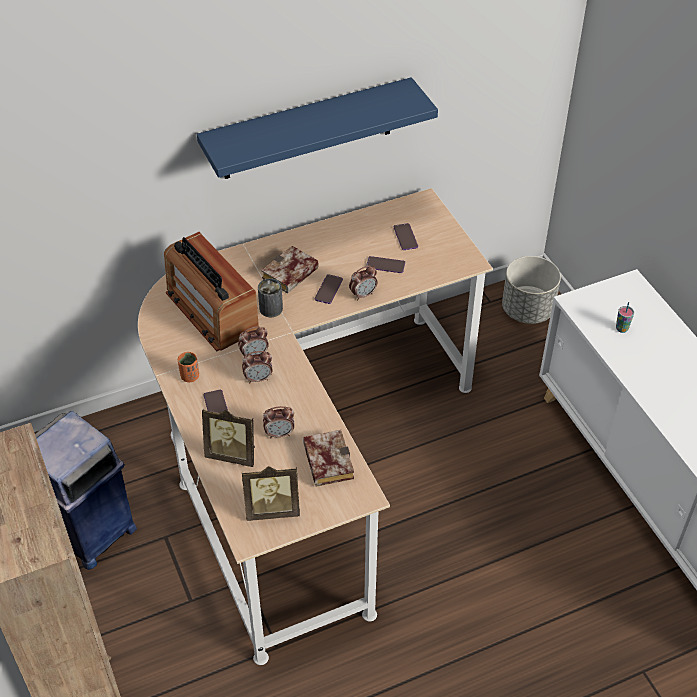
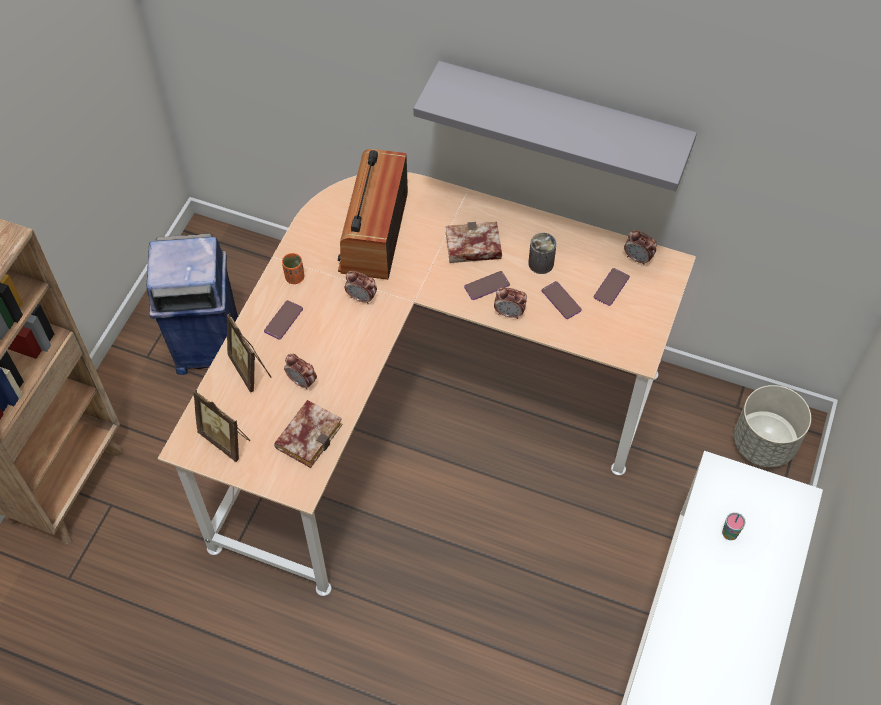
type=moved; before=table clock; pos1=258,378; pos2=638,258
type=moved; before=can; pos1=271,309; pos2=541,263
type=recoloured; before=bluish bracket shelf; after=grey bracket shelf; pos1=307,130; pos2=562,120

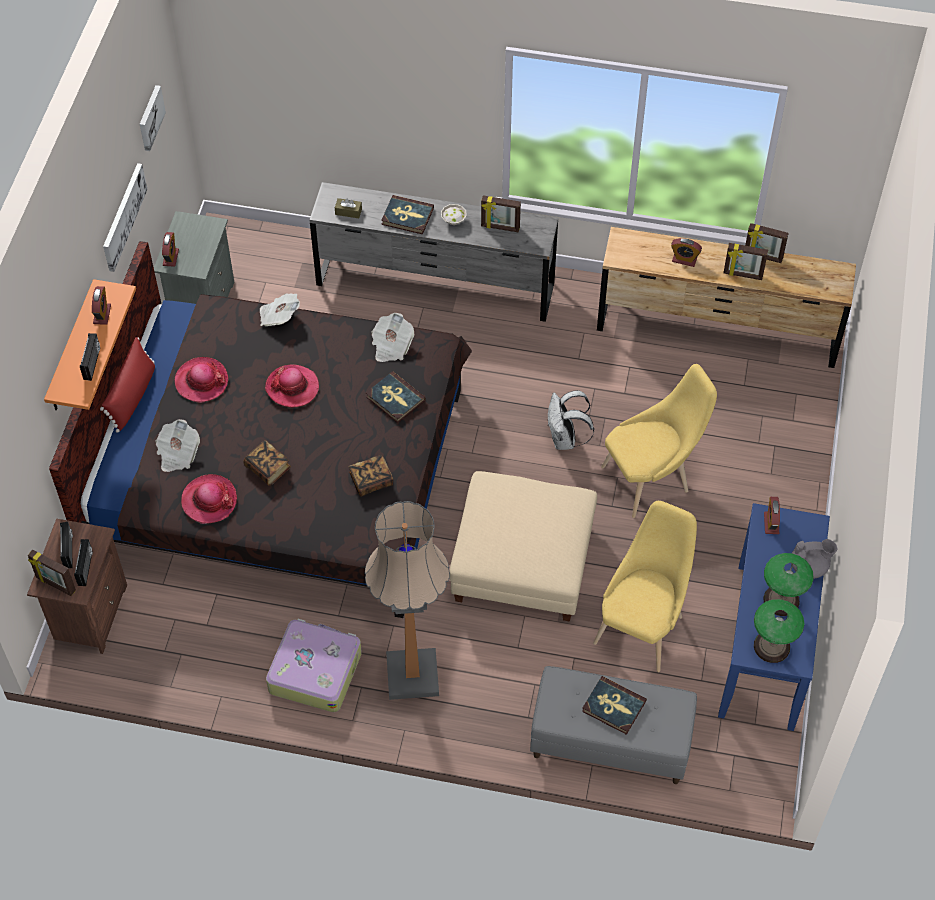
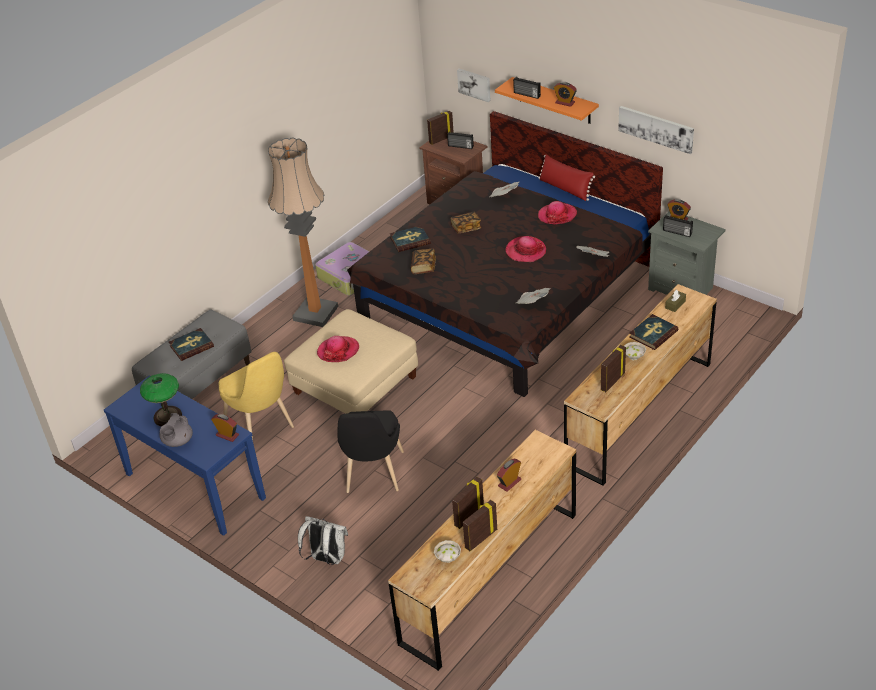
type=removed; before=tabletop lamp; pos1=772,646
type=added; after=white serving bowl; pos2=448,559
type=moved; before=radio receiver; pos1=86,568; pos2=677,232
type=moved; before=wall picture; pos1=150,117; pos2=474,84
type=moved; before=clothing hat; pos1=209,500; pos2=338,351
type=moved; before=bound book; pos1=395,399; pos2=410,240
type=moved; before=white backpack; pos1=565,439; pos2=327,558
type=recoloured; before=grey chest of drawers; after=brown chest of drawers; pos1=435,285; pos2=639,413
type=recoloured; before=yellowish plain chair; after=black-coloured plain chair; pos1=651,478; pos2=373,476

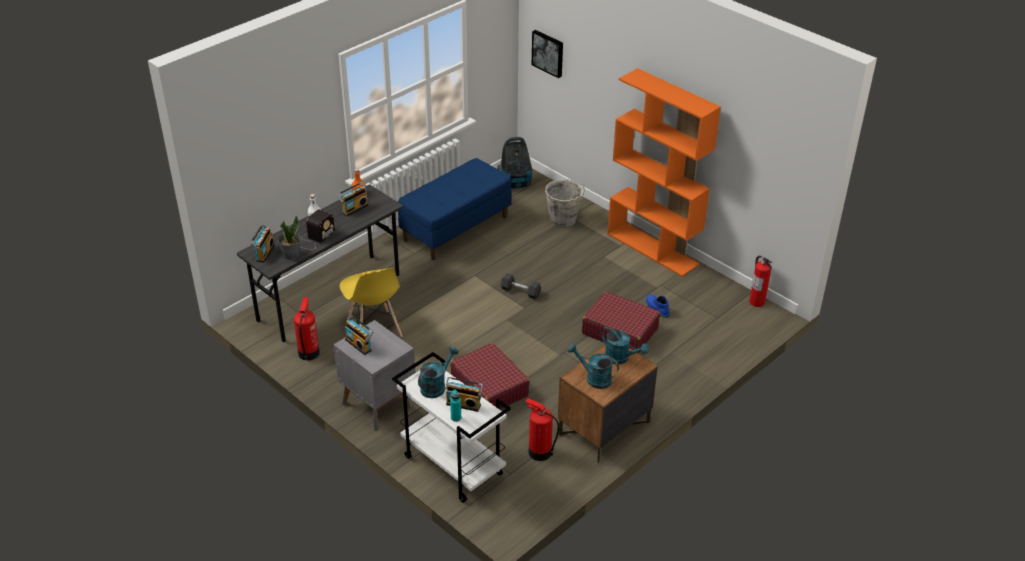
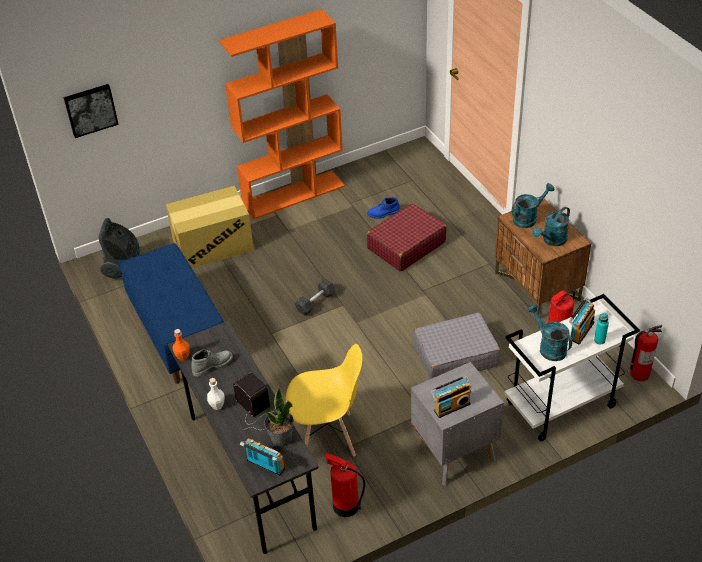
type=moved; before=extinguisher; pos1=756,301; pos2=639,374
type=replaced; before=radio receiver; after=grey boot; pos1=354,208; pos2=212,365
type=replaced; before=grey water bucket; after=carton; pos1=563,220; pos2=212,245
type=recoloured; before=red suitcase; after=grey suitcase; pos1=489,387; pos2=455,356

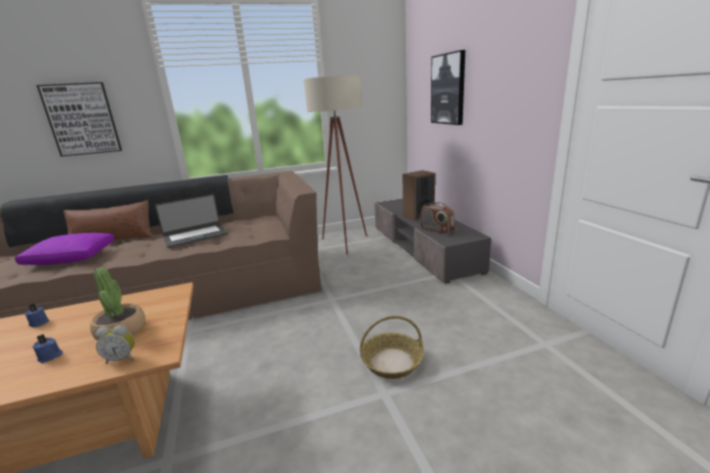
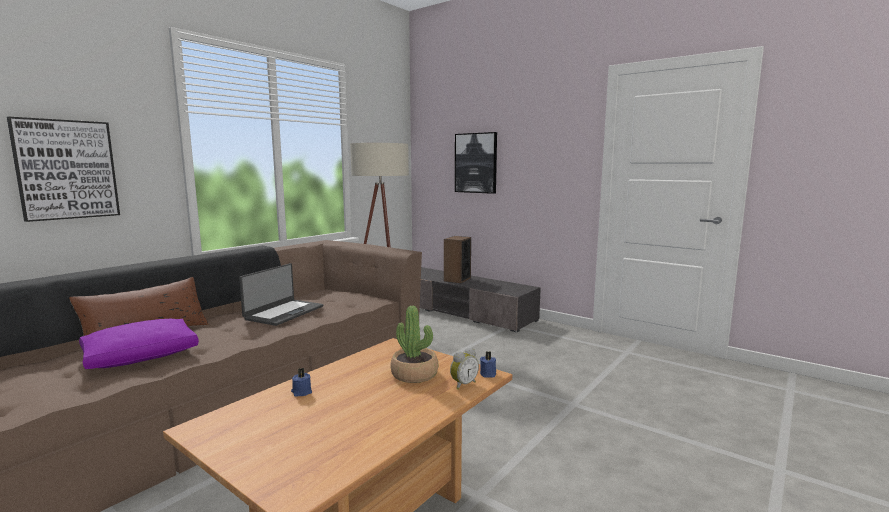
type=removed; before=storage basket; pos1=392,362
type=removed; before=radio receiver; pos1=436,230
type=moved; before=bluish candle; pos1=50,356; pos2=488,373

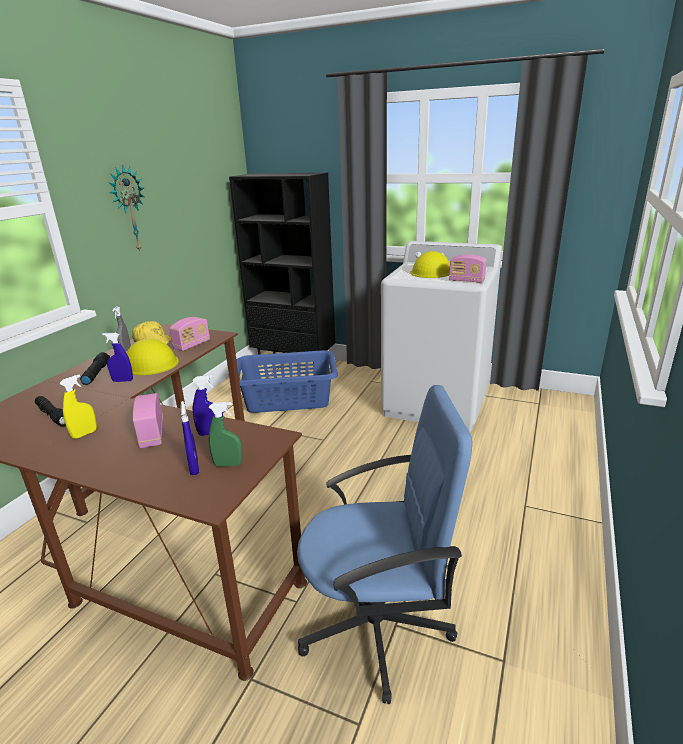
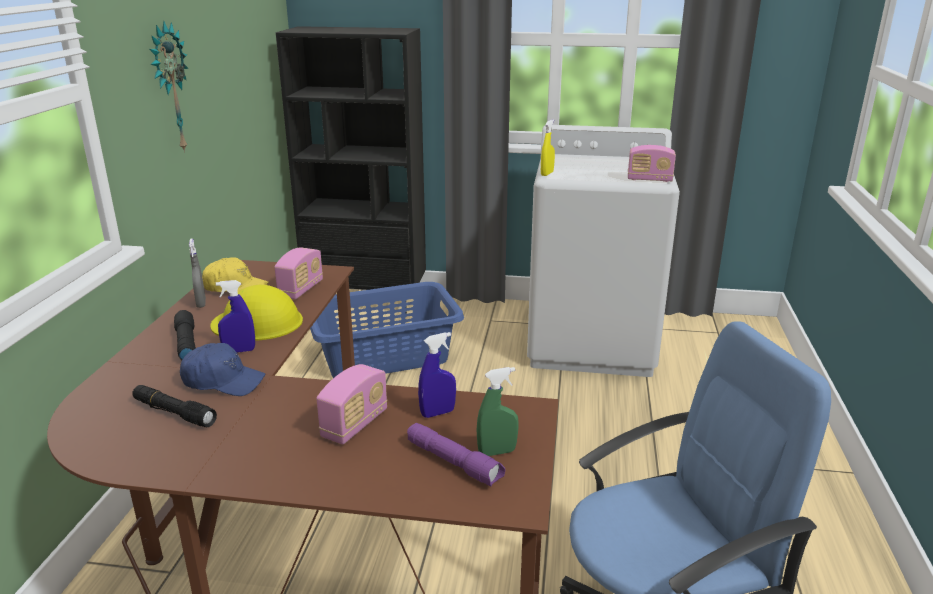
type=removed; before=yellowish work helmet; pos1=432,272
type=added; after=bluish cap; pos2=223,381
type=moved; before=yellowish hand sprayer; pos1=84,434; pos2=547,174
type=replaced; before=bluish hand sprayer; after=purple-coloured torch; pos1=194,468; pos2=455,462
type=turned; before=radio receiver; pos1=152,435; pos2=355,424; turn=-120

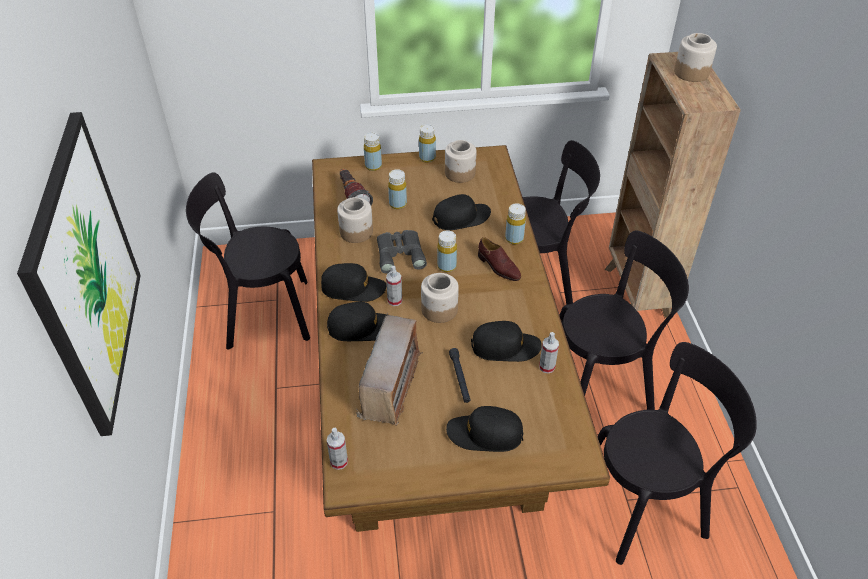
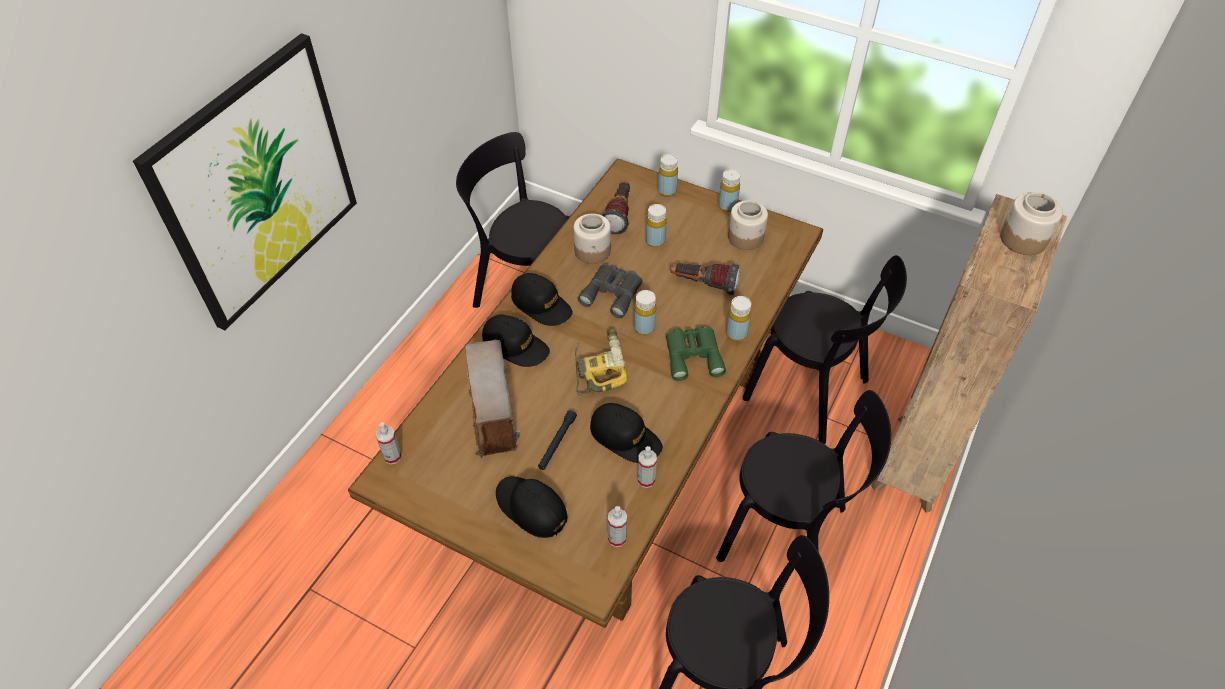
type=moved; before=hand sprayer; pos1=394,300; pos2=617,538
type=replaced; before=storage jar; after=drill; pos1=439,309; pos2=598,366
type=replaced; before=black-coloured cap; after=torch; pos1=461,218; pos2=703,285
type=replaced; before=brown low shoe; after=green field glasses; pos1=498,267; pos2=693,355
type=turned; before=radio receiver; pos1=391,384; pos2=493,413; turn=120

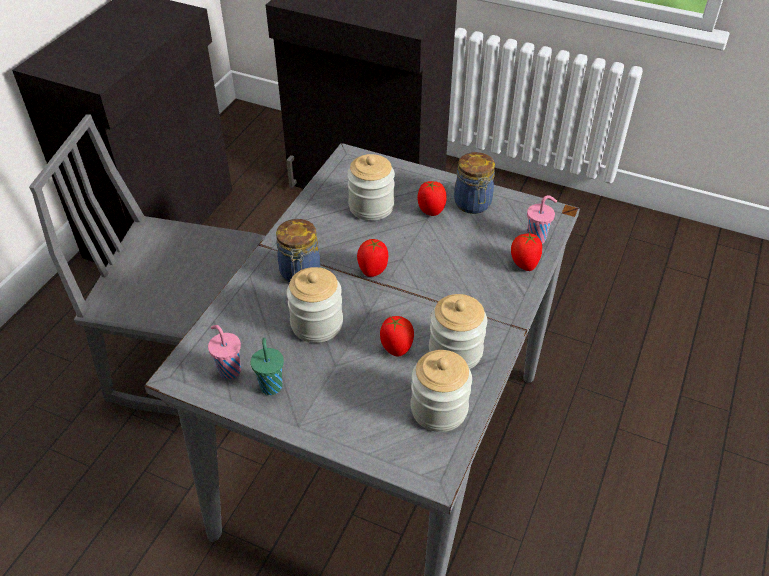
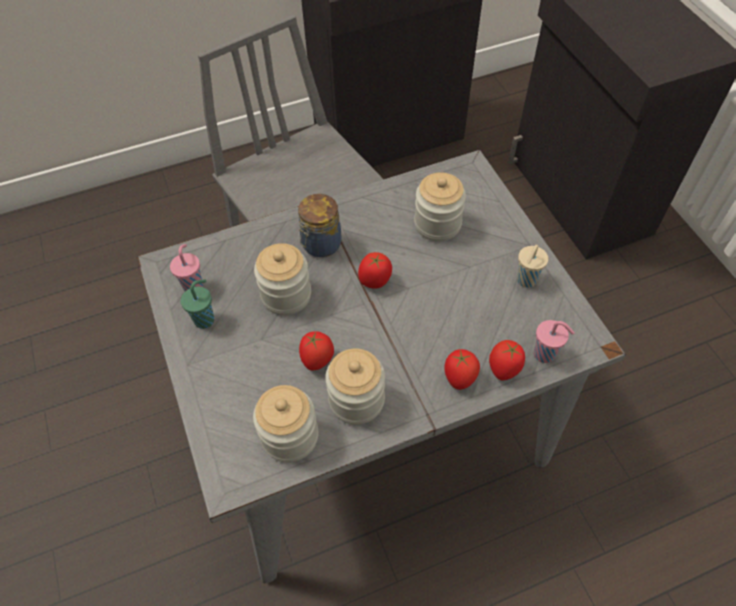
type=moved; before=fresh tomato; pos1=431,210; pos2=459,378
type=replaced; before=storage jar; after=sand-coloured small cup; pos1=473,204; pos2=525,281

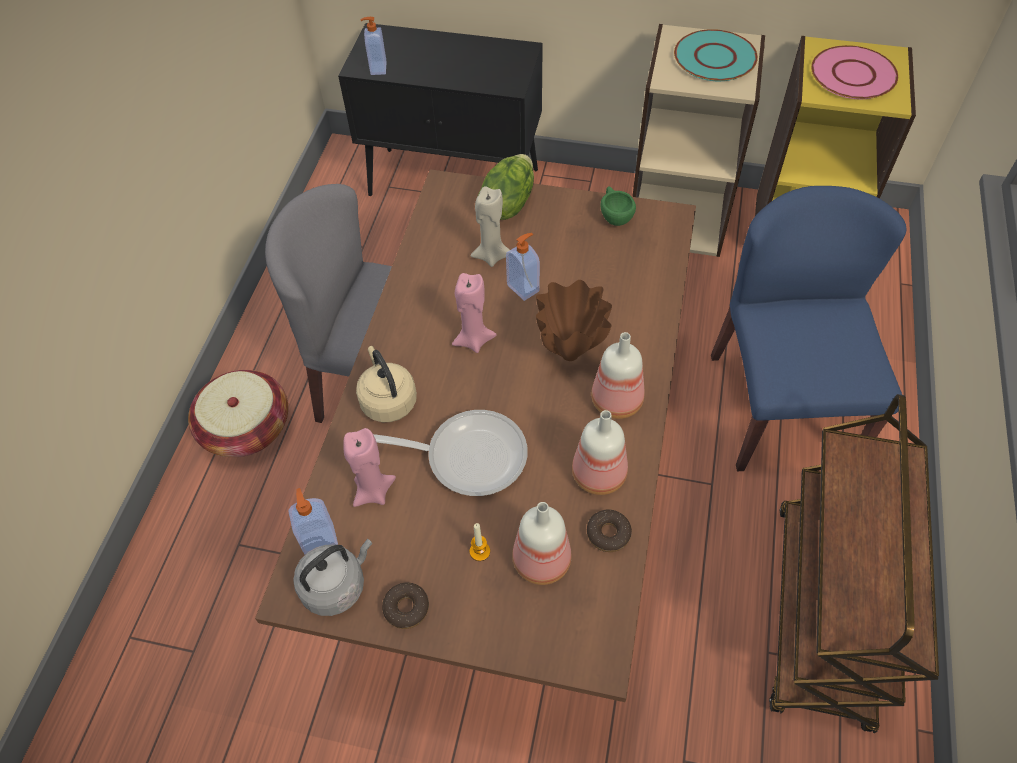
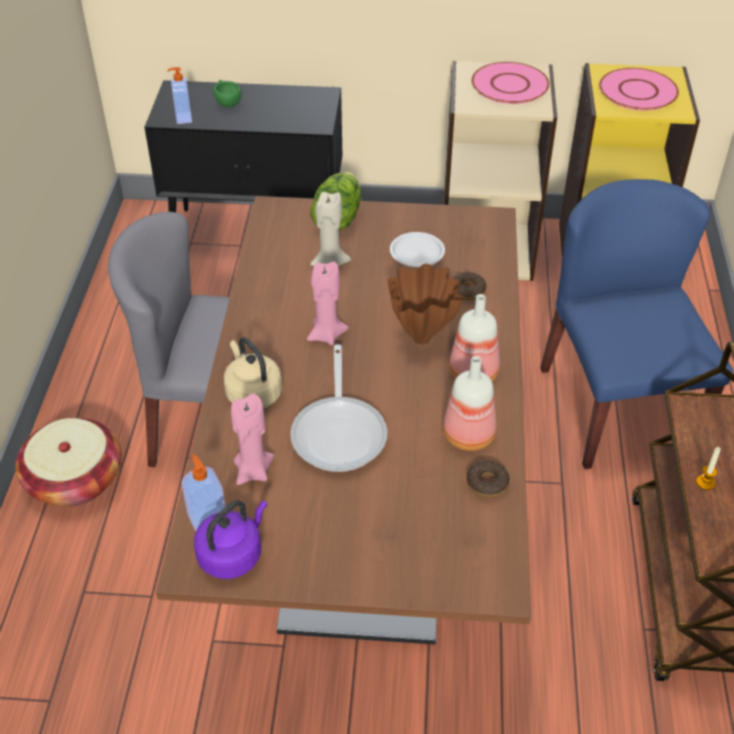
type=removed; before=soap dispenser; pos1=524,287
type=removed; before=drink bottle; pos1=543,562
type=added; after=white plate; pos2=416,253
type=moved; before=doughnut; pos1=406,608; pos2=467,290
type=moved; before=candle; pos1=480,551; pos2=705,482
type=moved; before=green small cup; pos1=614,215; pos2=227,102
type=recoloured; before=grey water kettle; after=purple-coloured water kettle; pos1=336,585; pos2=232,554
type=recoloured; before=turquoise-coloured plate; after=pinkish plate; pos1=715,58; pos2=510,85
type=turned; before=skillet; pos1=467,455; pos2=340,432; turn=90

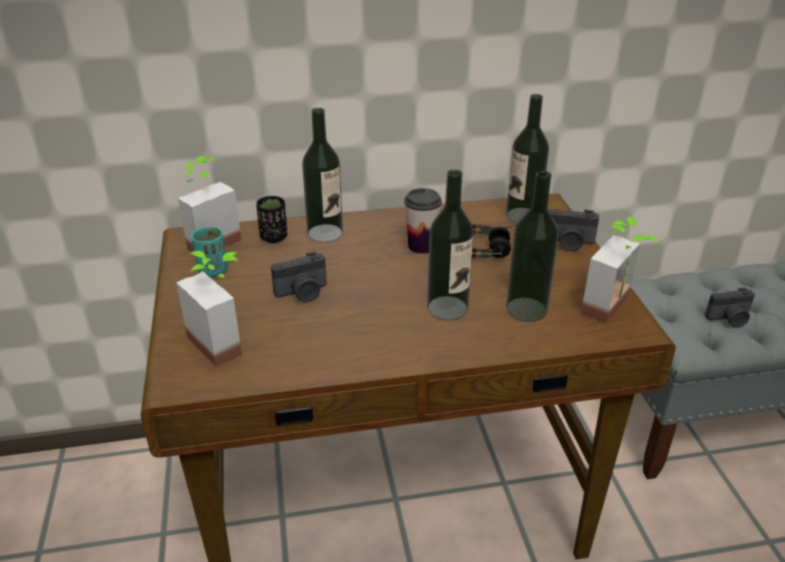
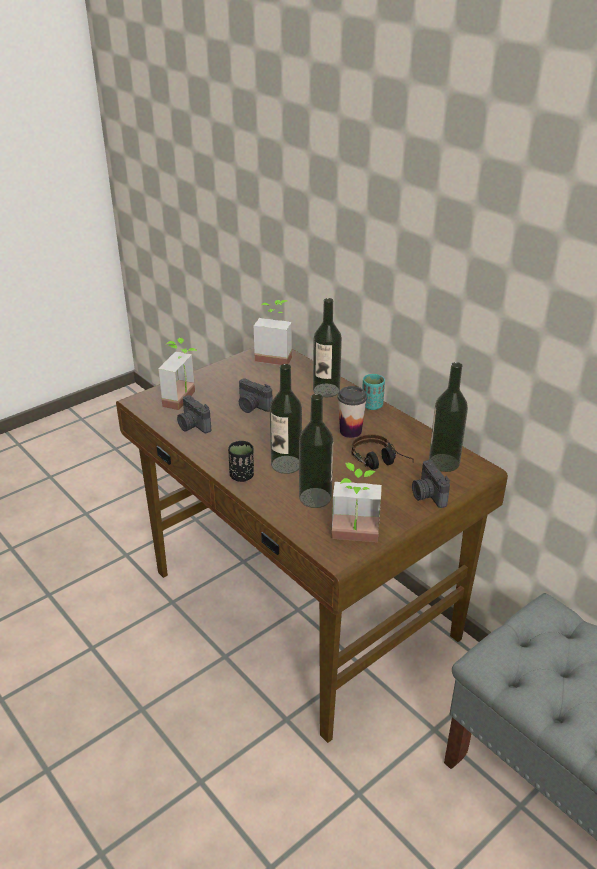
type=moved; before=turquoise-coloured small cup; pos1=213,270; pos2=372,405
type=moved; before=black-coloured small cup; pos1=274,237; pos2=242,476
type=moved; before=still camera; pos1=729,319; pos2=192,426

